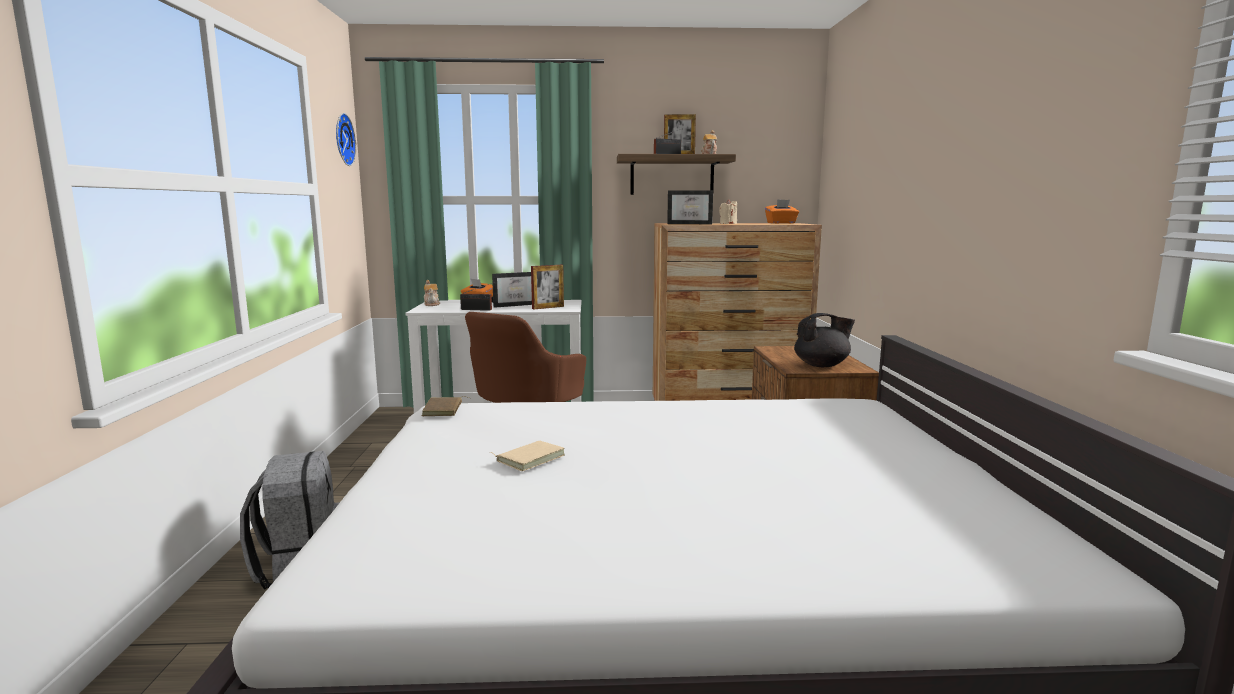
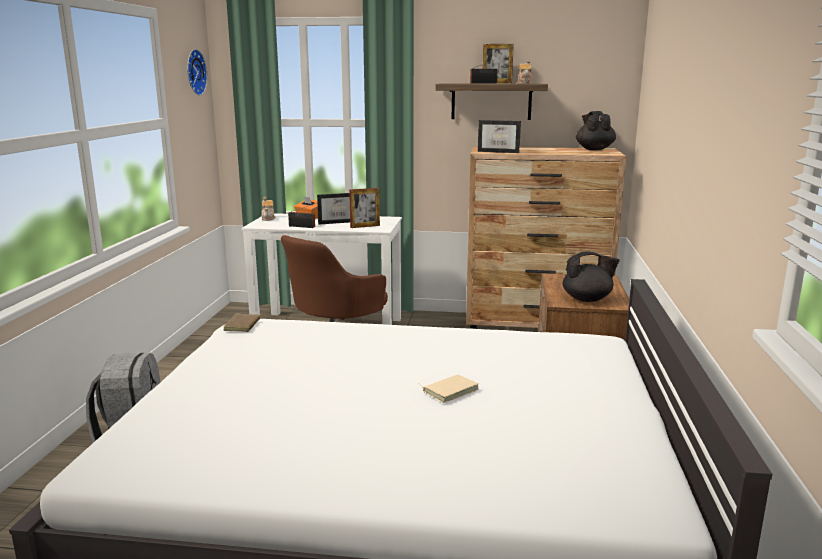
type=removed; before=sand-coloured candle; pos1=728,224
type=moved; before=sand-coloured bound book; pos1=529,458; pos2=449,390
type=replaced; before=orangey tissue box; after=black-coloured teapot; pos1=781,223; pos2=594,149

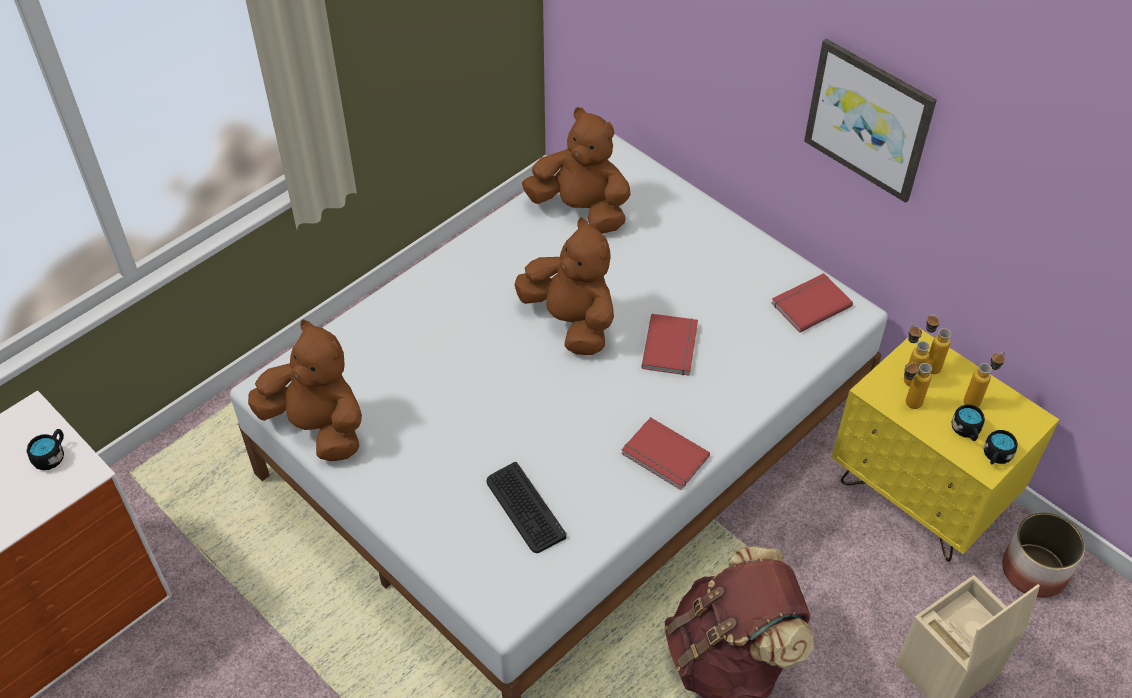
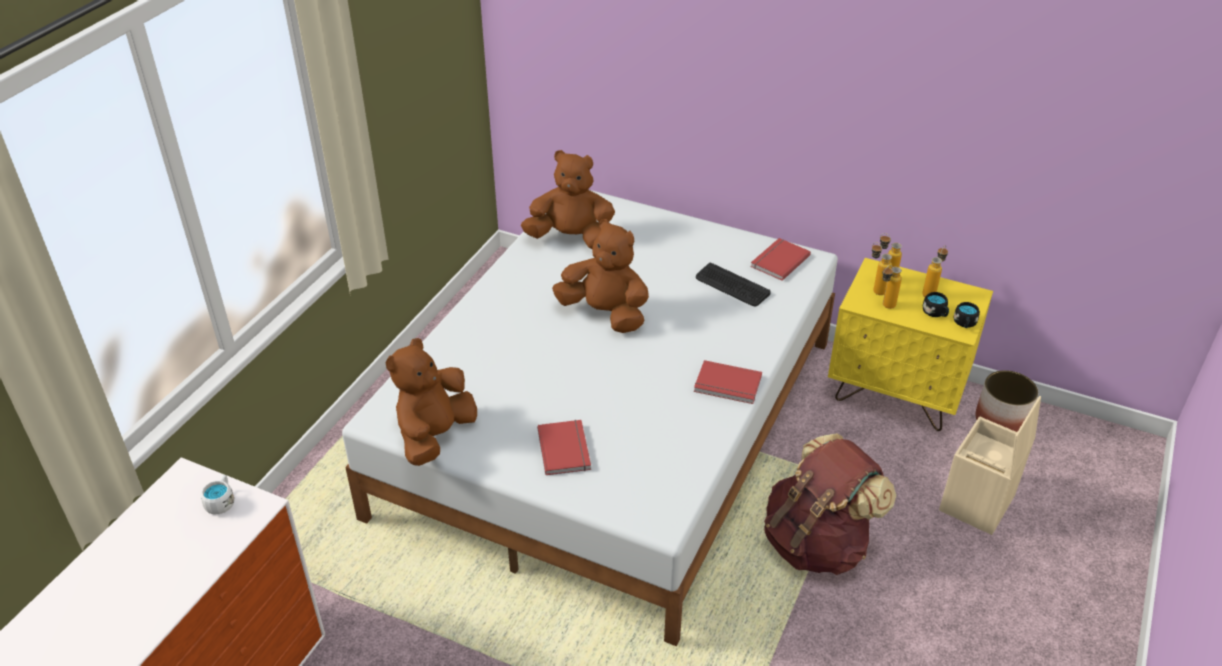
type=removed; before=wall picture; pos1=869,119
type=moved; before=computer keyboard; pos1=525,508; pos2=732,286
type=moved; before=red bound book; pos1=672,346; pos2=566,449
type=recoloured; before=black-coloured tea mug; after=white tea mug; pos1=52,455; pos2=221,501
type=turned; before=brown plush toy; pos1=318,427; pos2=435,436; turn=-75

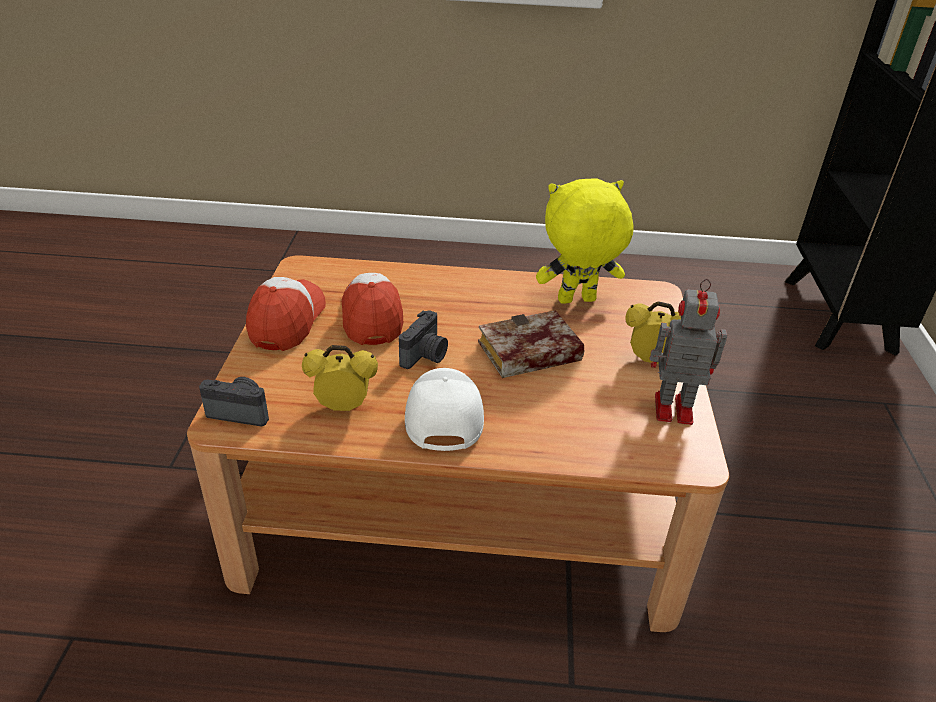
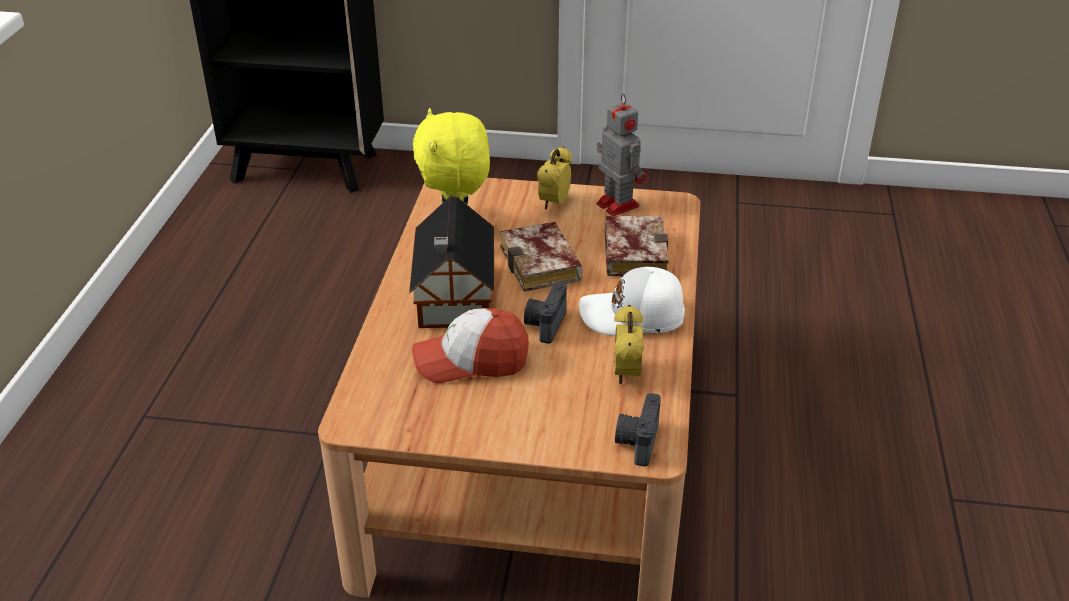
type=removed; before=cap; pos1=287,321
type=added; after=model house; pos2=453,298
type=added; after=bound book; pos2=631,252
type=turned; before=still camera; pos1=425,356; pos2=544,324; turn=-105
type=turned; before=toy robot; pos1=670,408; pos2=616,204; turn=135

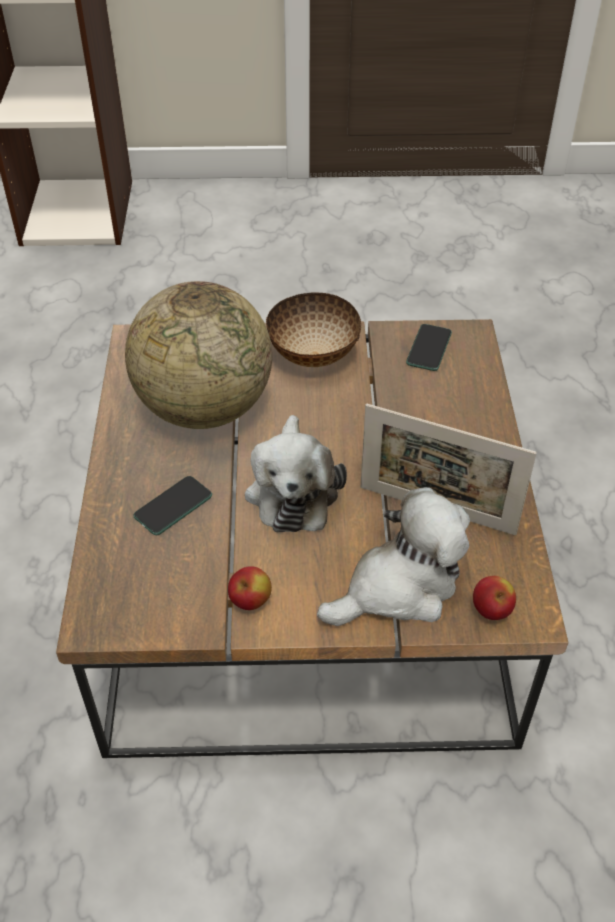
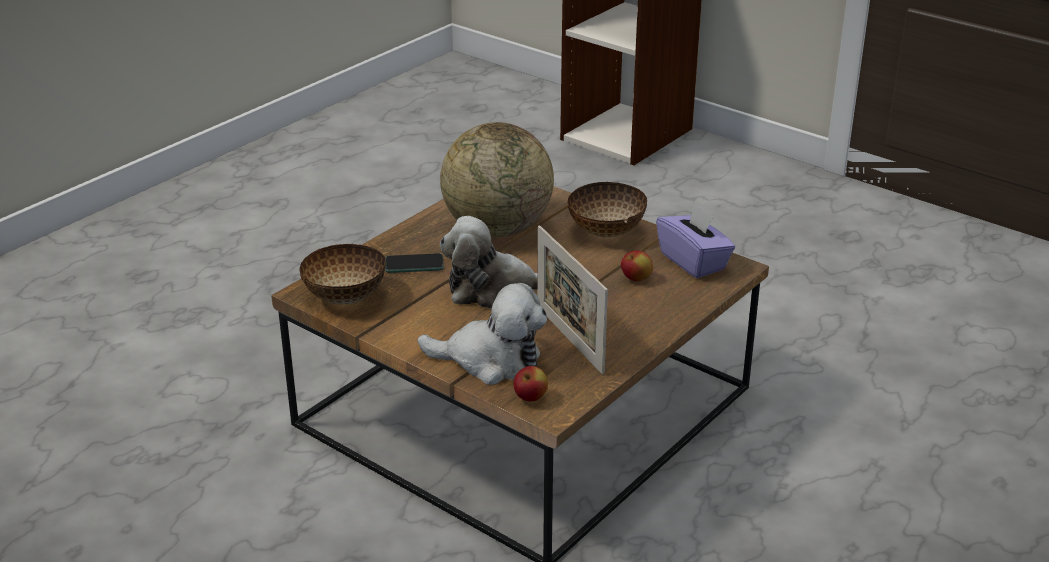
type=added; after=serving bowl; pos2=345,297
type=moved; before=apple fruit; pos1=250,601; pos2=636,279
type=replaced; before=phone; after=purple-coloured tissue box; pos1=429,348; pos2=693,261
type=turned; before=plush toy; pos1=292,490; pos2=493,289; turn=45

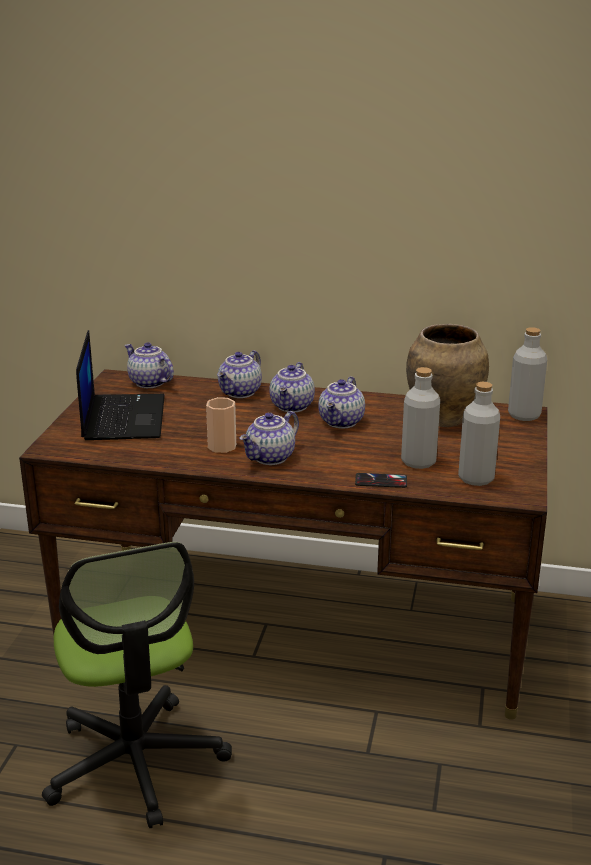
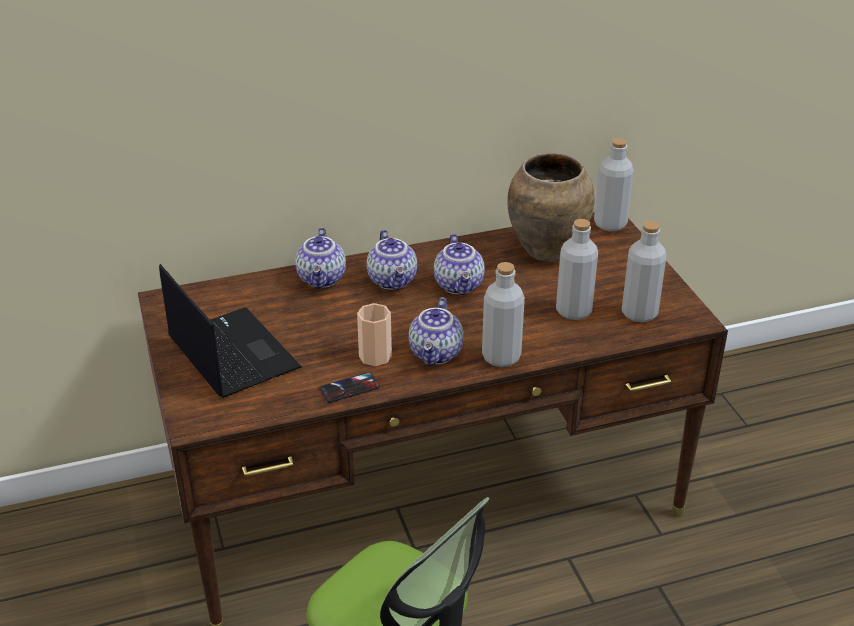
type=removed; before=teapot; pos1=148,383
type=added; after=grey drink bottle; pos2=501,357
type=moved; before=phone; pos1=381,481; pos2=349,388

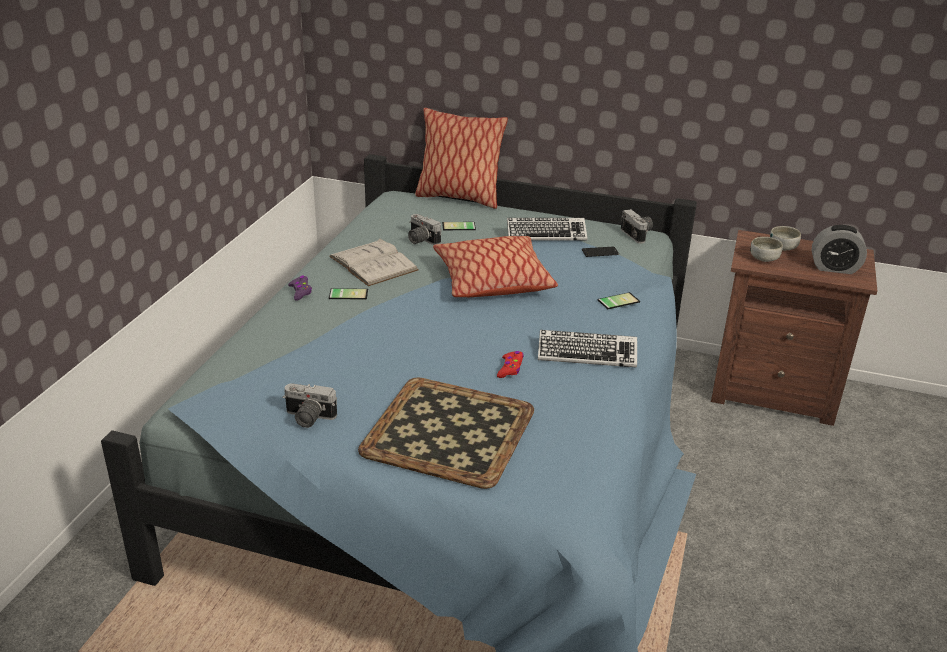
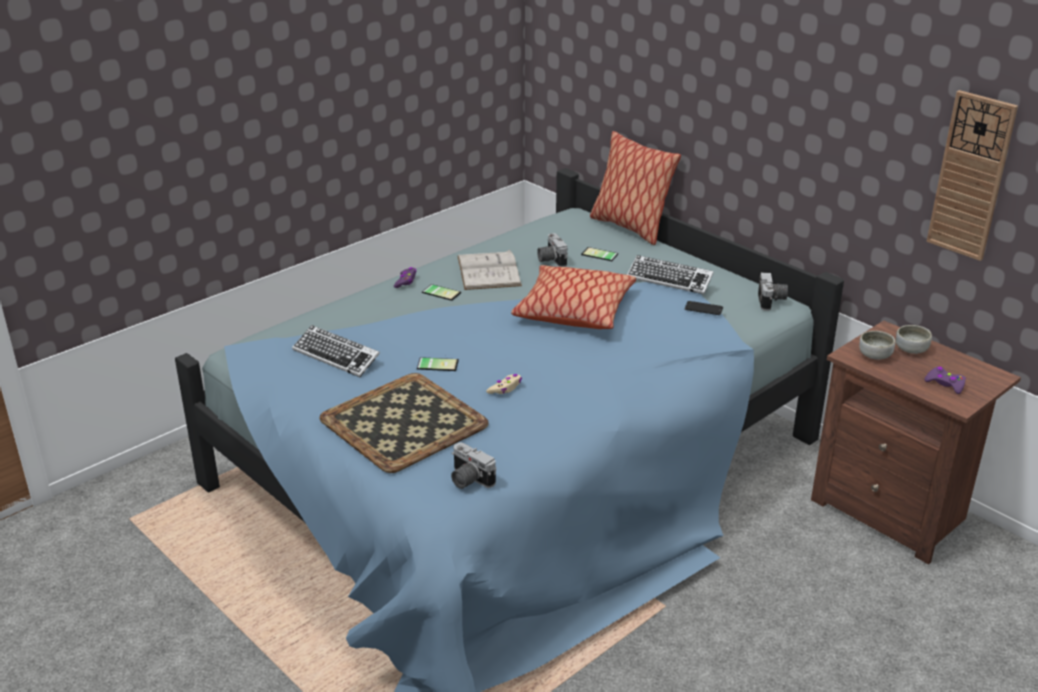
type=added; after=hanging clock; pos2=971,176
type=moved; before=still camera; pos1=308,418; pos2=468,480
type=moved; before=computer keyboard; pos1=587,354; pos2=336,356
type=moved; before=phone; pos1=617,300; pos2=438,363
type=replaced; before=table clock; after=purple-coloured gamepad; pos1=834,268; pos2=945,384
type=recoloured; before=red gamepad; after=sand-coloured gamepad; pos1=510,368; pos2=505,388

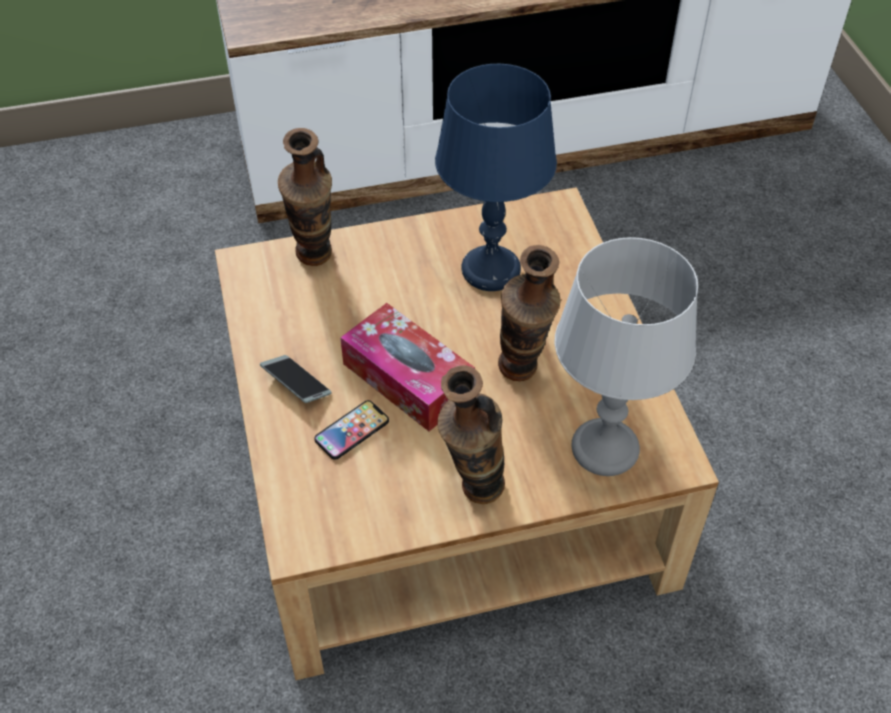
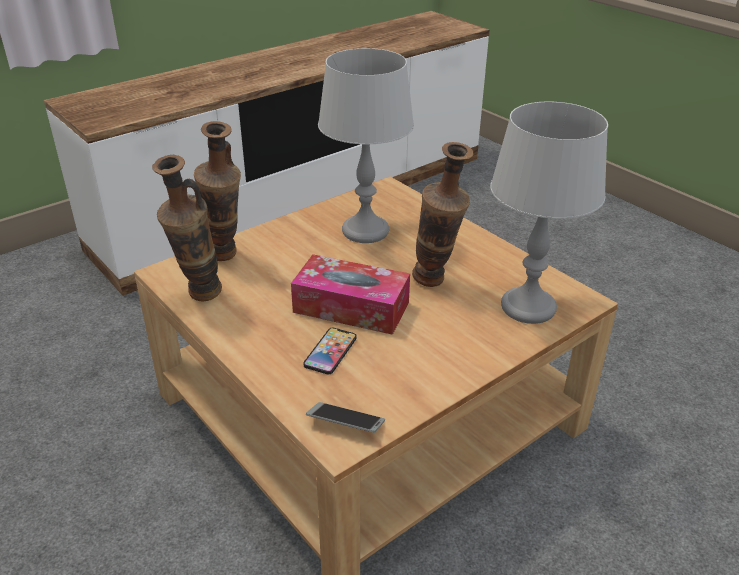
type=moved; before=phone; pos1=296,383; pos2=345,423
type=moved; before=flower vase; pos1=472,496; pos2=199,298
type=recoloured; before=bluish tabletop lamp; after=grey tabletop lamp; pos1=490,270; pos2=364,231

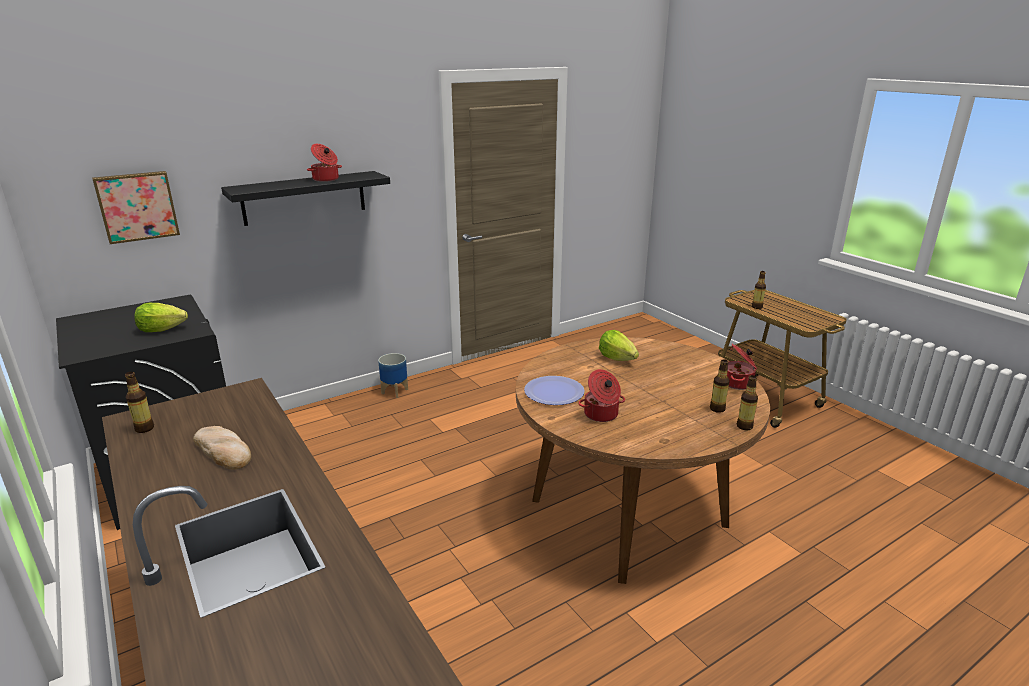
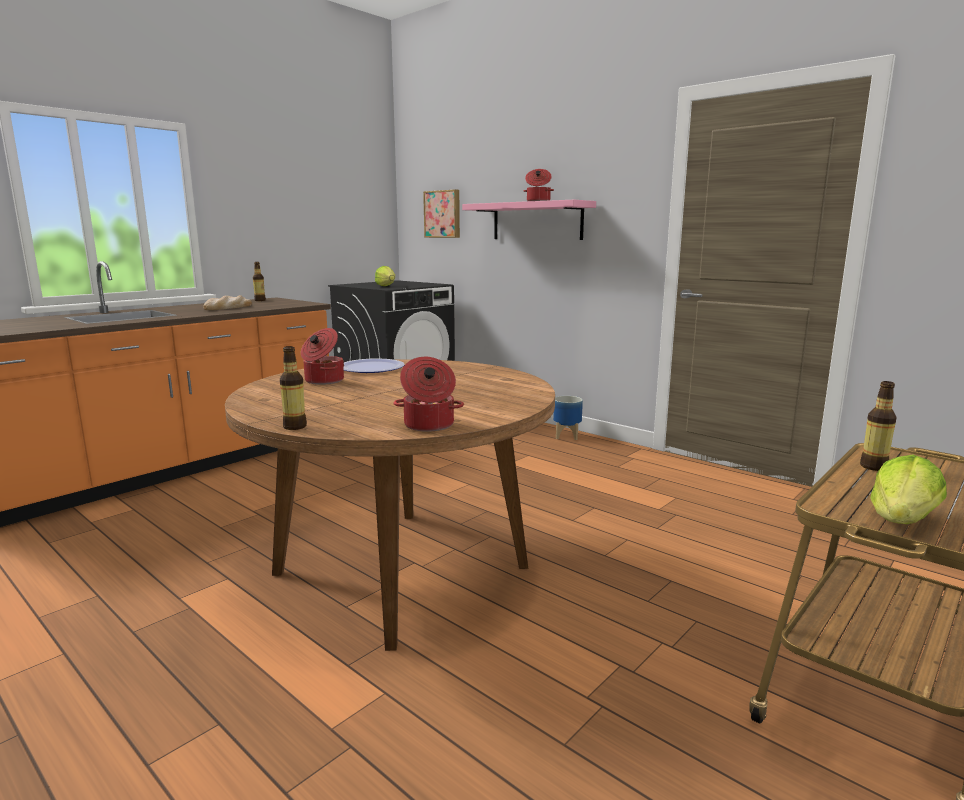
type=removed; before=drink bottle; pos1=717,409
type=moved; before=lettuce; pos1=617,358; pos2=902,521
type=recoloured; before=black-coloured bracket shelf; after=pinkish bracket shelf; pos1=304,198; pos2=537,221

